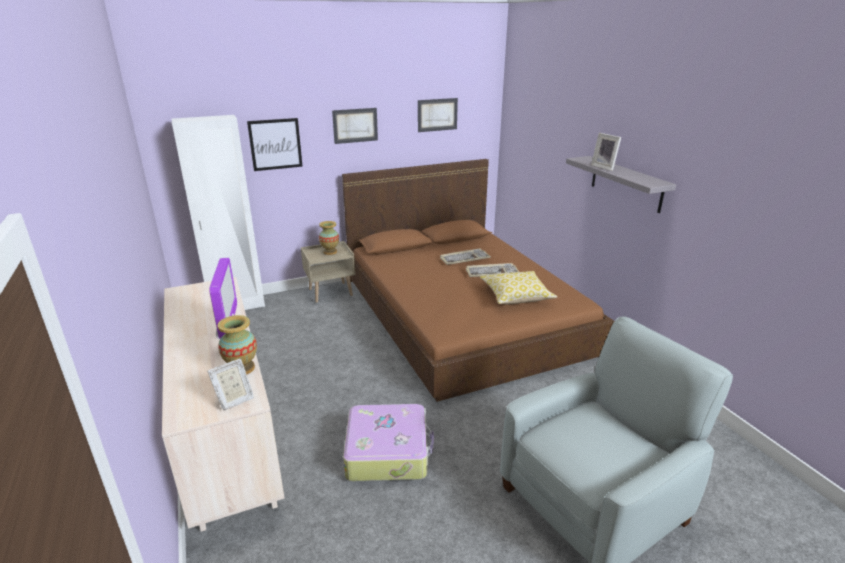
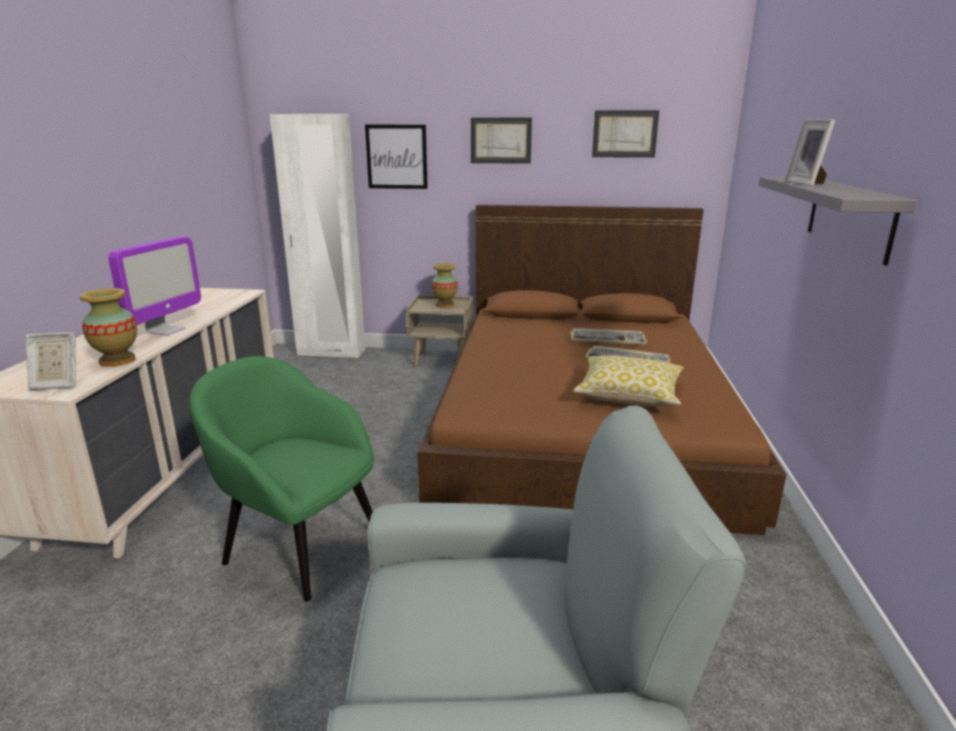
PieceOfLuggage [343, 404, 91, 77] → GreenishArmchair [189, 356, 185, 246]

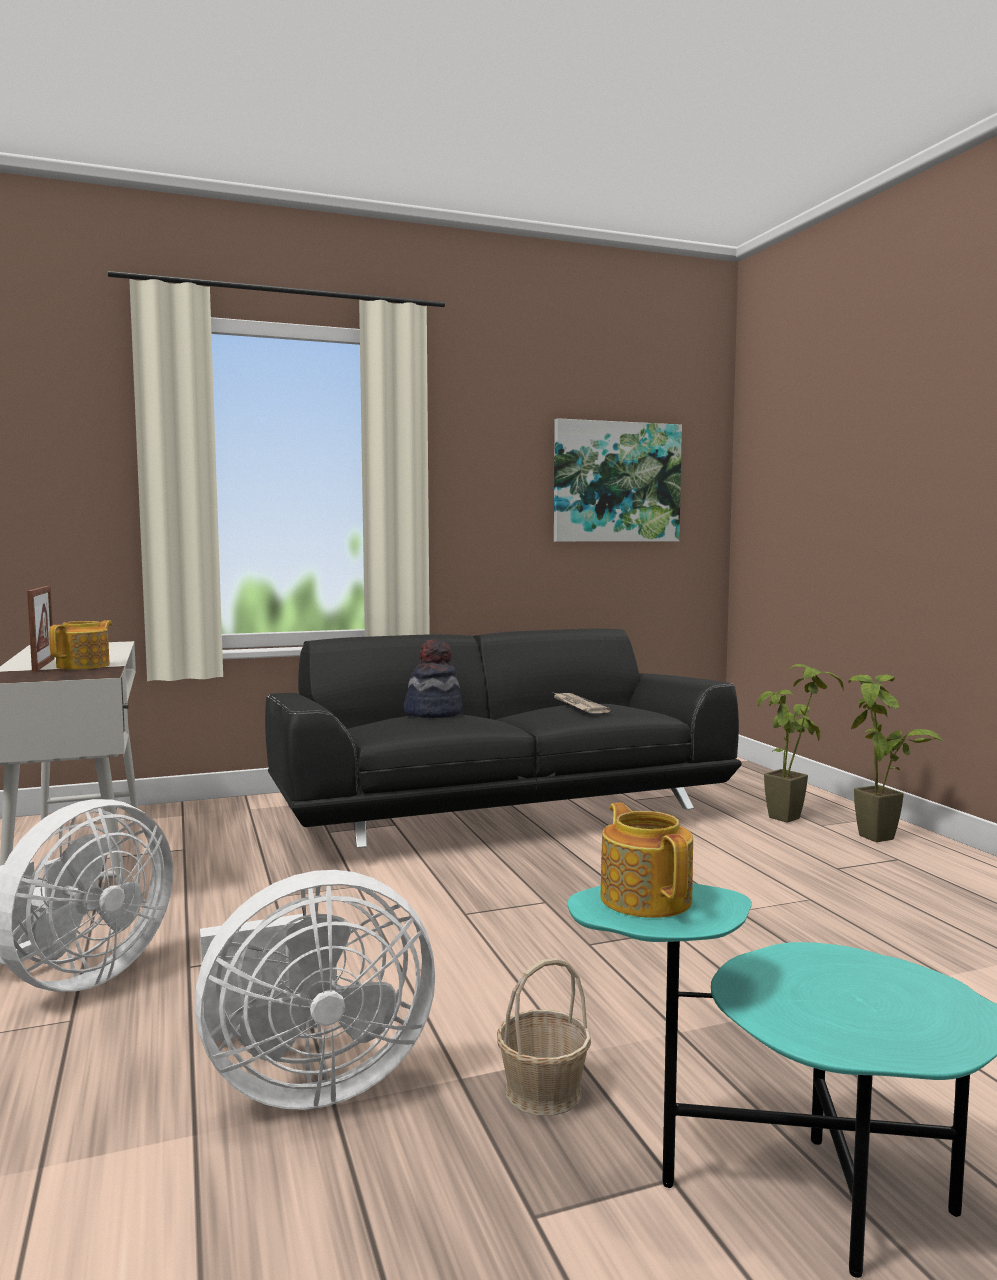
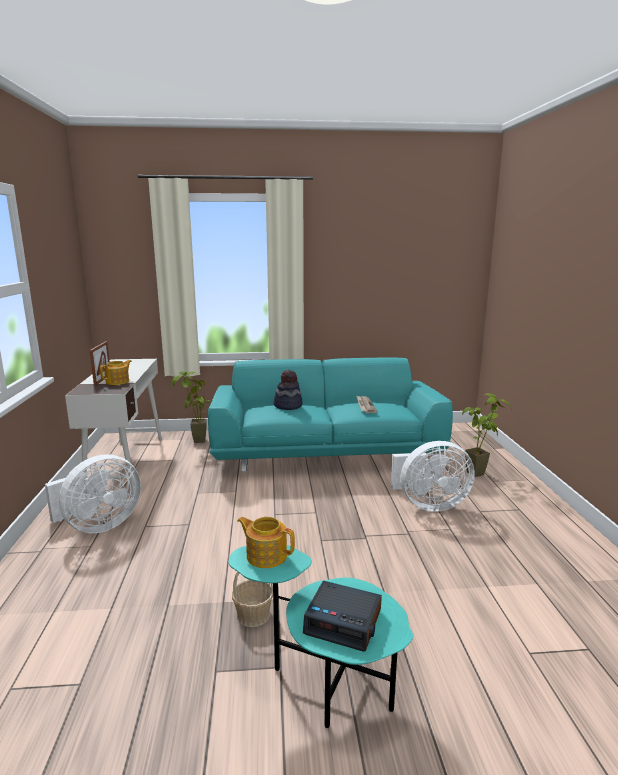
WallArt [554, 418, 128, 124] → -
- → AlarmClock [303, 581, 79, 71]
WhitishCoolingFan [195, 870, 240, 240] → WhitishCoolingFan [391, 441, 84, 71], relocated
Houseplant [848, 675, 95, 167] → Houseplant [172, 371, 39, 72], relocated
BlackishSofa [265, 629, 477, 219] → BlueGreenSofa [208, 357, 245, 115]
PotForTea [600, 803, 93, 115] → PotForTea [237, 517, 58, 51], 60 degrees counterclockwise

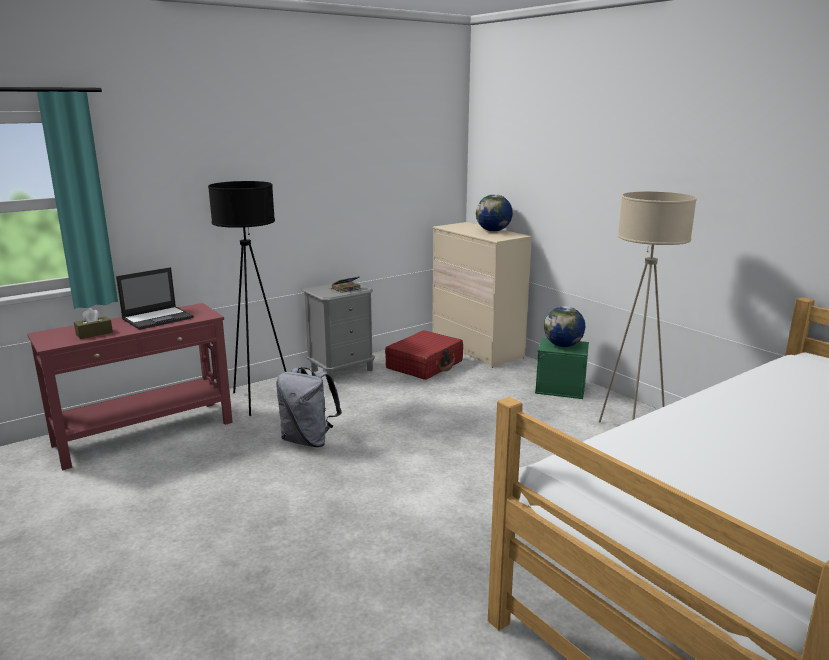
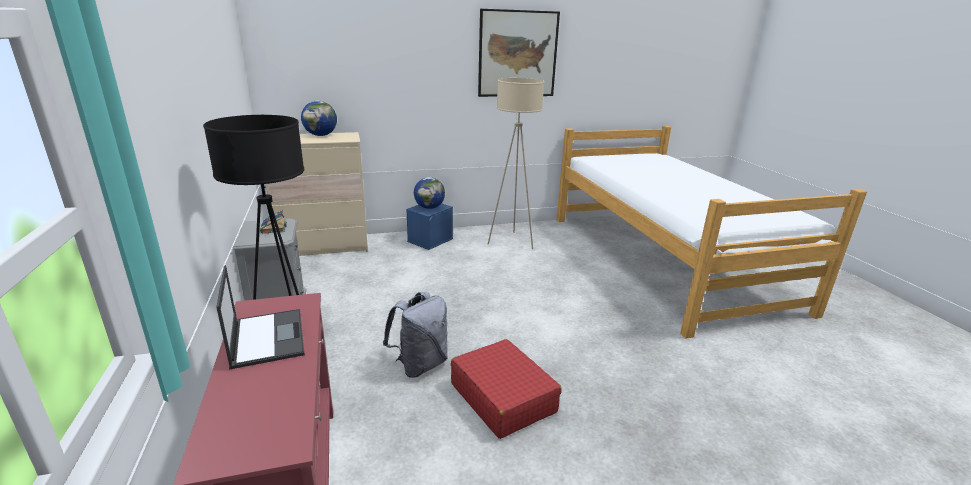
BrownTissueBox [74, 308, 39, 31] → -
- → WallArt [478, 9, 82, 88]
ReddishPieceOfLuggage [385, 330, 78, 50] → ReddishPieceOfLuggage [451, 339, 110, 100], relocated
GreenishStorageBox [535, 338, 54, 61] → BlueColouredStorageBox [406, 203, 47, 47]

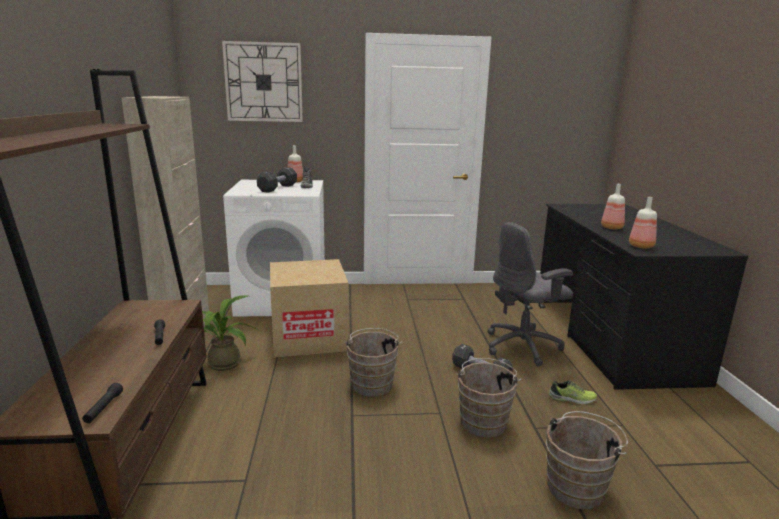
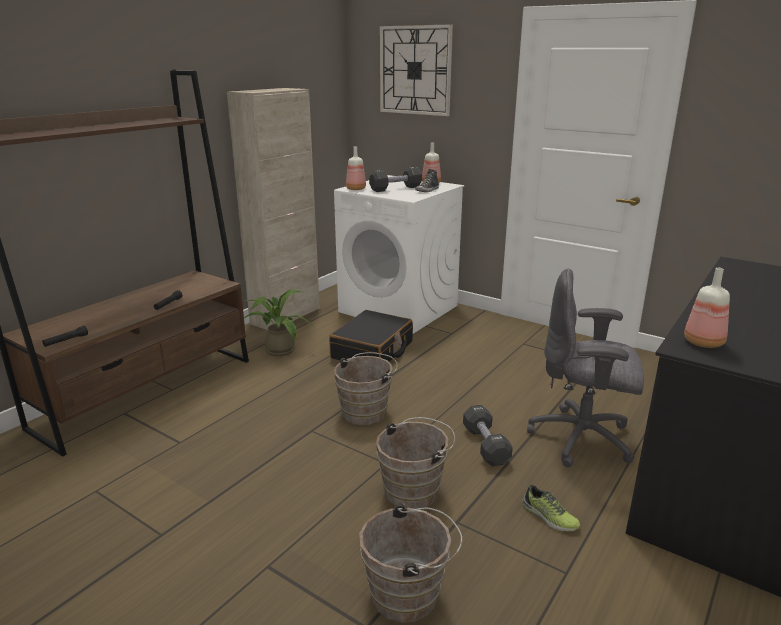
BeverageBottle [601, 184, 24, 45] → BeverageBottle [346, 147, 20, 43], relocated
PackingBox [270, 259, 79, 98] → BlackishPieceOfLuggage [329, 310, 84, 52]

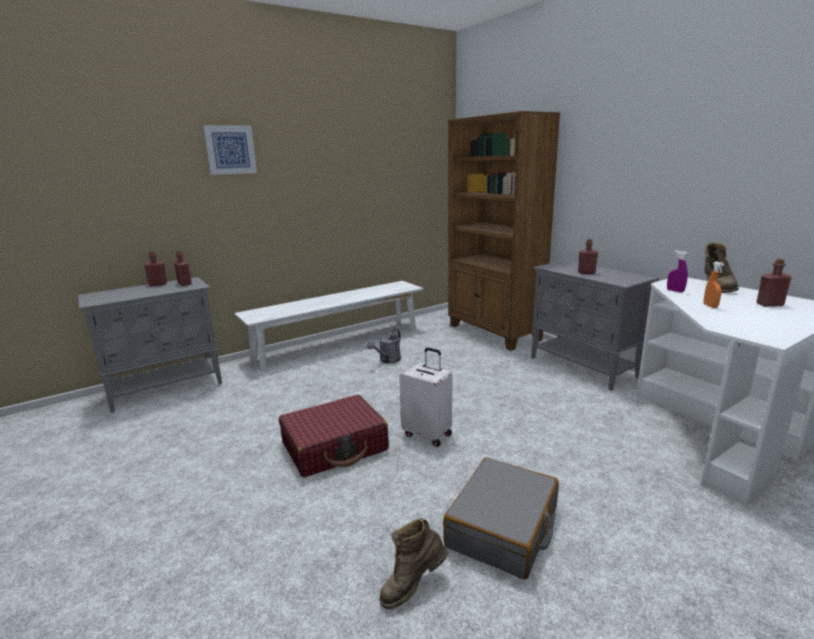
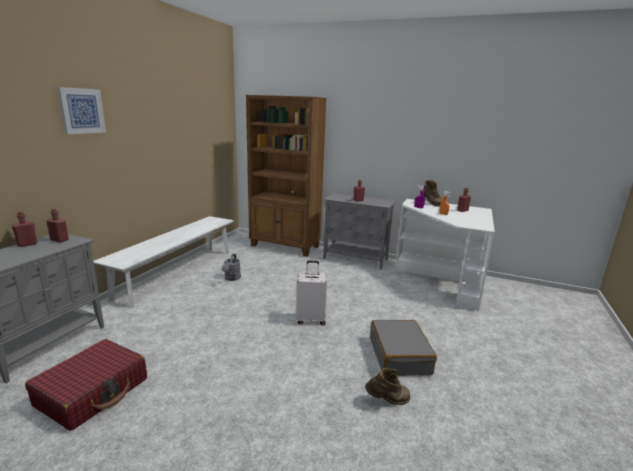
ReddishPieceOfLuggage [279, 395, 110, 82] → ReddishPieceOfLuggage [25, 339, 122, 92], relocated
BrownBoot [379, 518, 69, 91] → BrownBoot [365, 368, 45, 37], 120 degrees counterclockwise

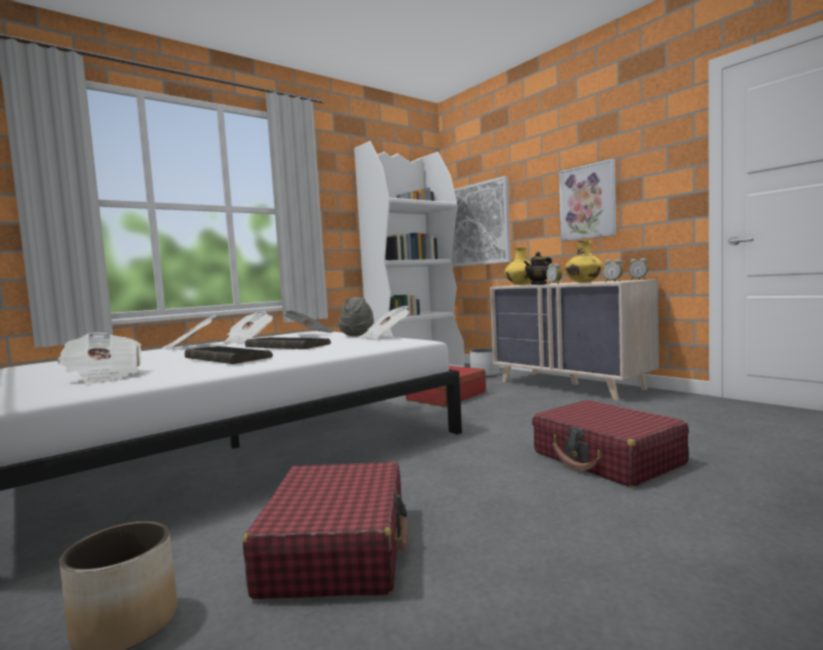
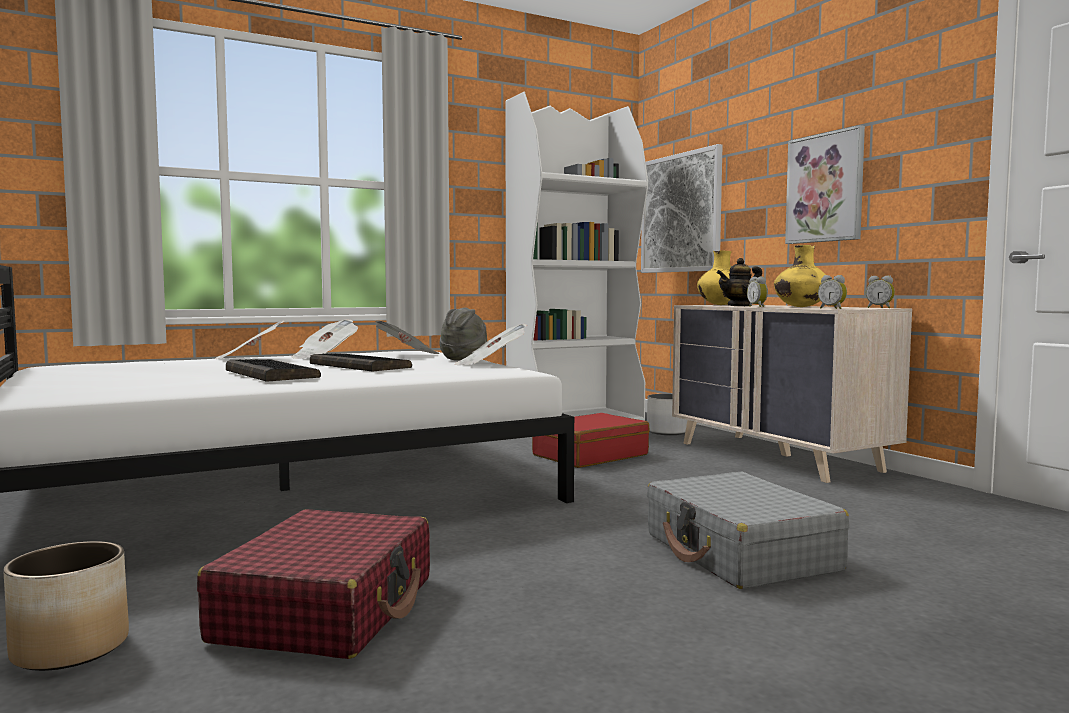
DailyPaper [57, 332, 85, 52] → -
ReddishPieceOfLuggage [532, 400, 157, 87] → GreyishPieceOfLuggage [647, 472, 203, 117]

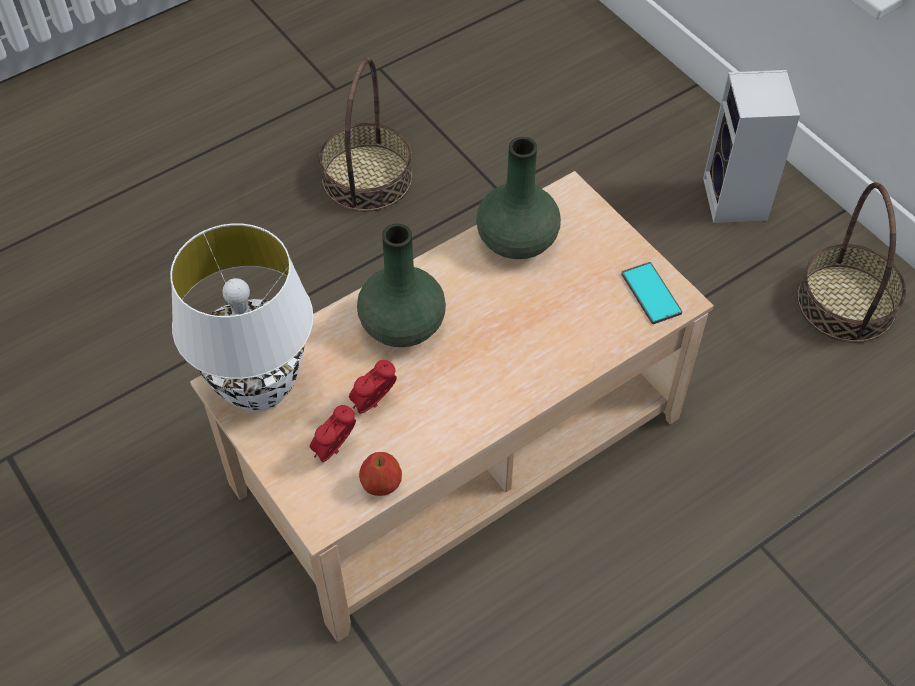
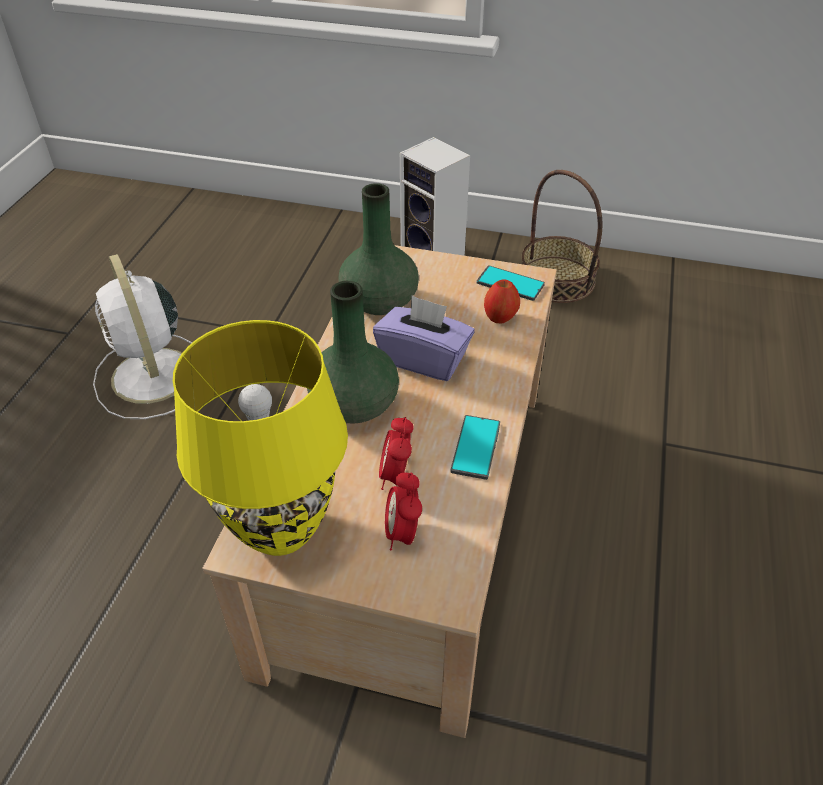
- → PurpleColouredTissueBox [373, 295, 102, 86]
- → Phone [451, 415, 49, 65]
AppleFruit [359, 452, 43, 44] → AppleFruit [484, 279, 36, 44], relocated
Basket [319, 58, 94, 154] → WhitishCoolingFan [93, 254, 99, 165]
WhitishLampForATable [170, 223, 143, 189] → YellowishLampForATable [173, 320, 175, 236]

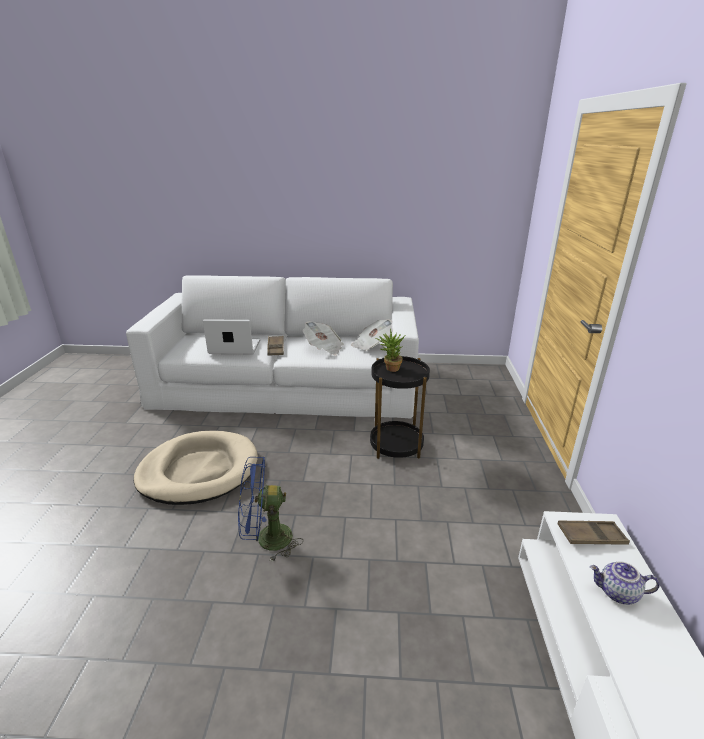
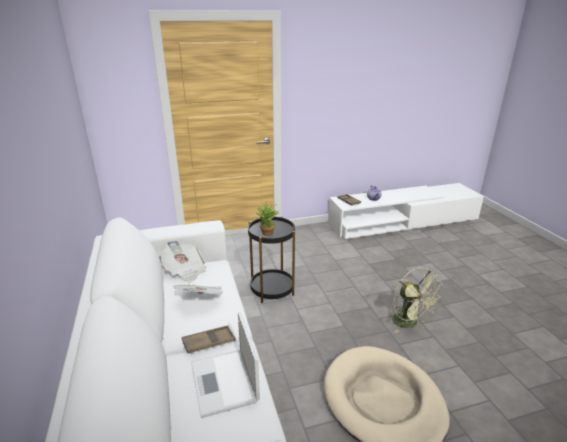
BlueColouredCoolingFan [238, 457, 65, 105] → GreenishCoolingFan [392, 267, 51, 66]

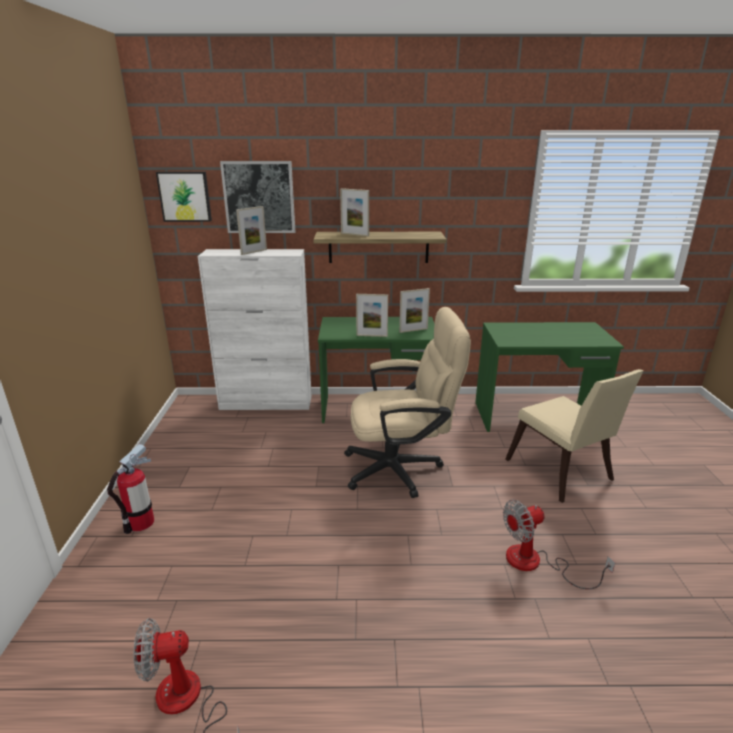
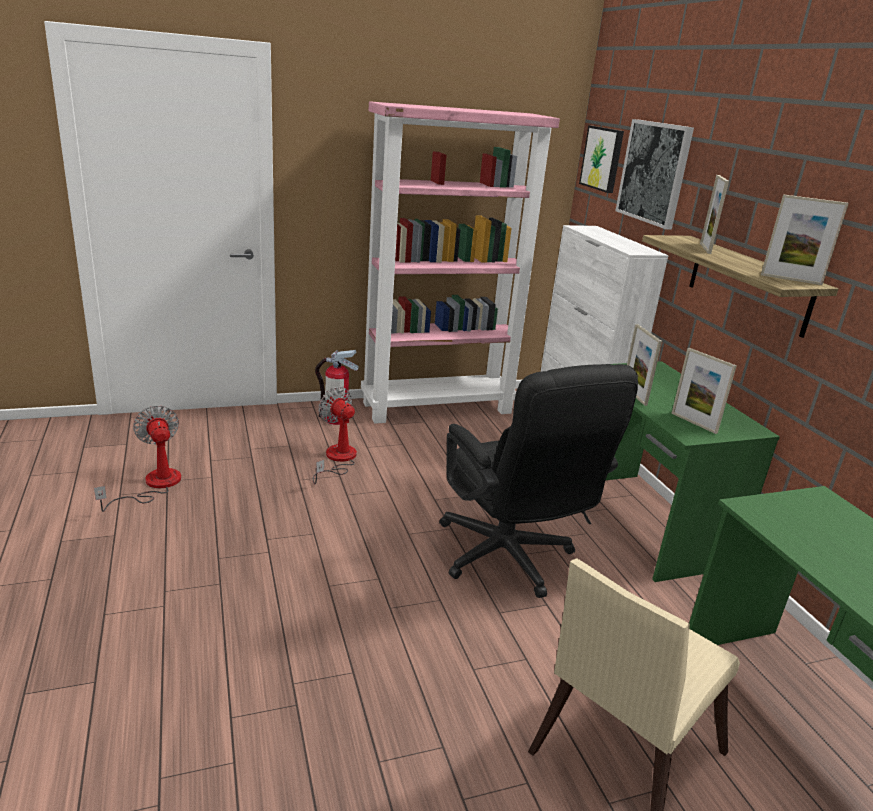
- → PinkShelvingUnit [361, 101, 199, 323]
PictureFrame [236, 206, 31, 49] → PictureFrame [761, 194, 88, 91], relocated
CoolingFan [503, 500, 112, 89] → CoolingFan [313, 387, 44, 97], relocated
BeigeColouredDeskChair [344, 307, 127, 191] → BlackishDeskChair [439, 364, 199, 234]

